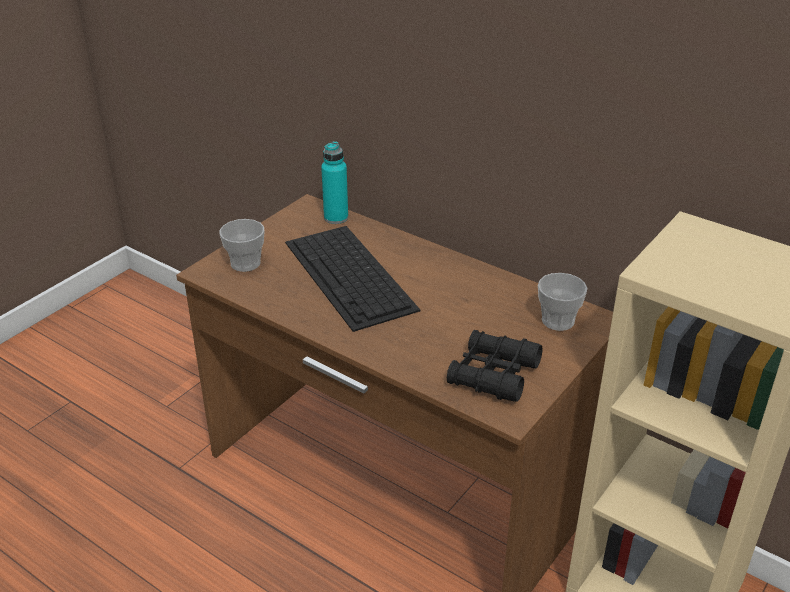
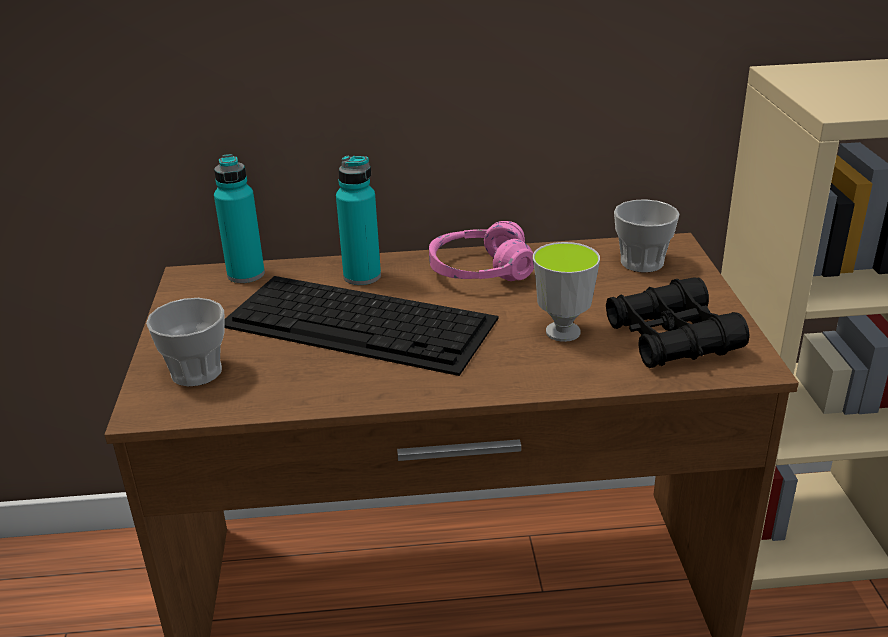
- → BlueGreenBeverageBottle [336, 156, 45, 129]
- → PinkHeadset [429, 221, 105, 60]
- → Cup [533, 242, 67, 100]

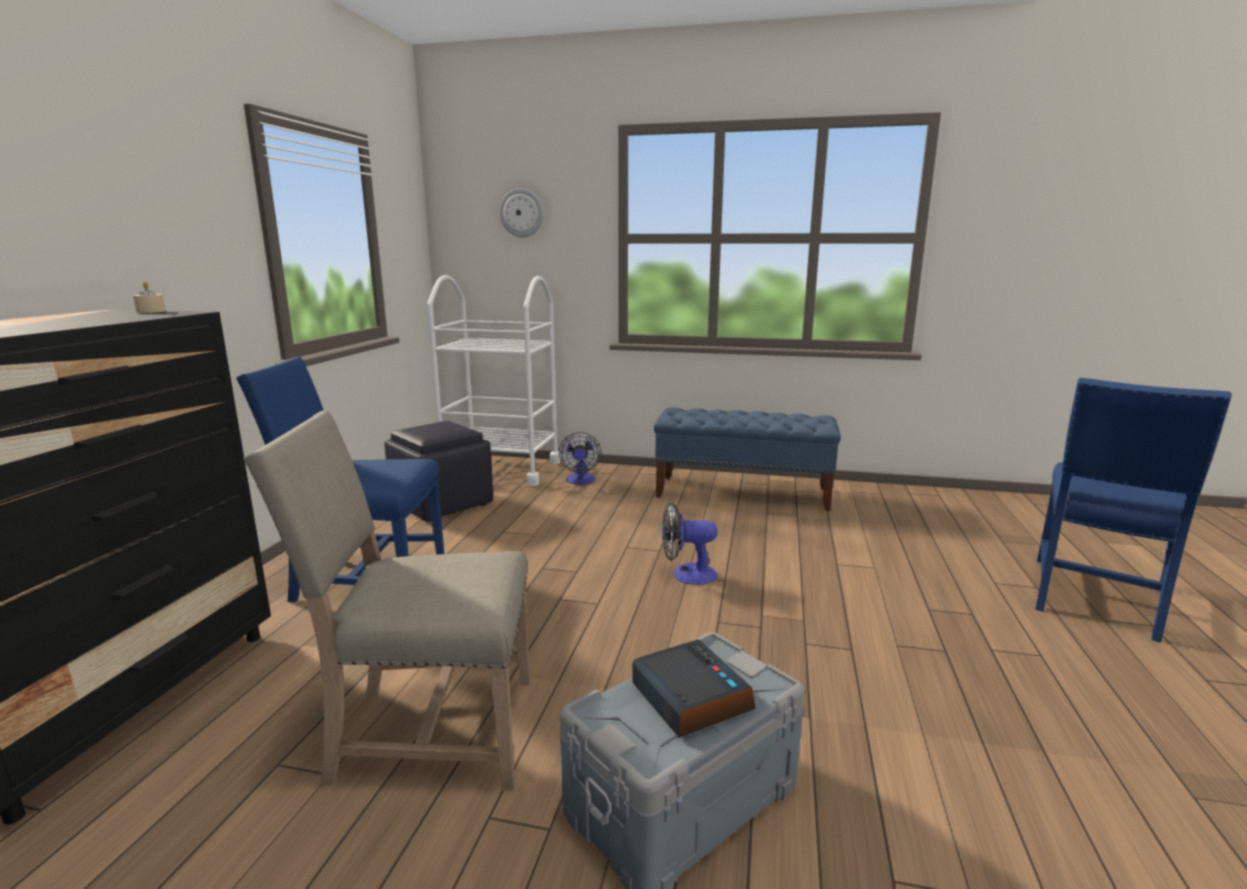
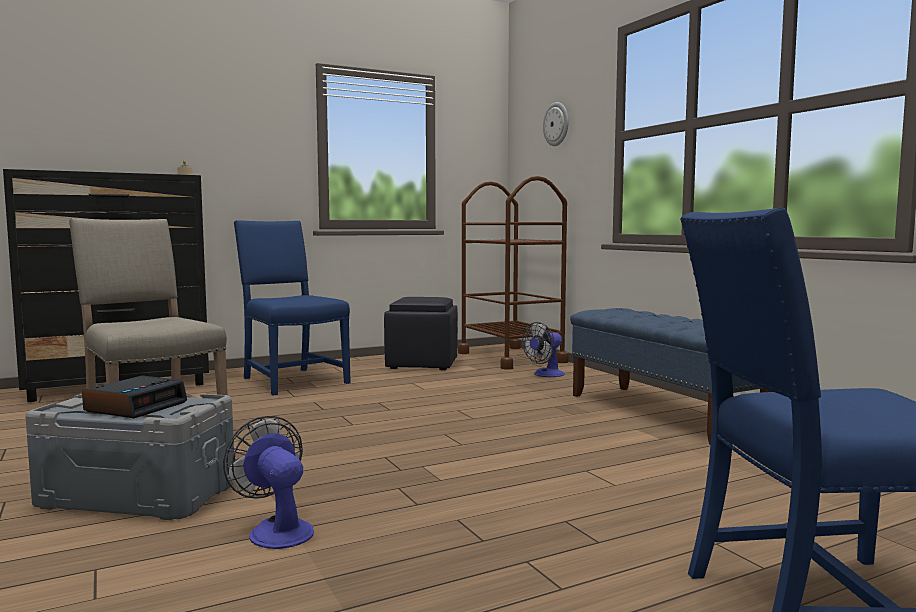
CoolingFan [662, 502, 55, 83] → CoolingFan [223, 416, 91, 133], relocated
WhitishTrolley [427, 275, 134, 211] → BrownTrolley [458, 176, 111, 194]

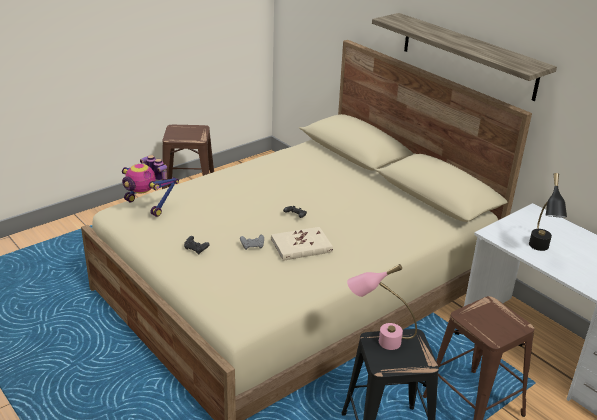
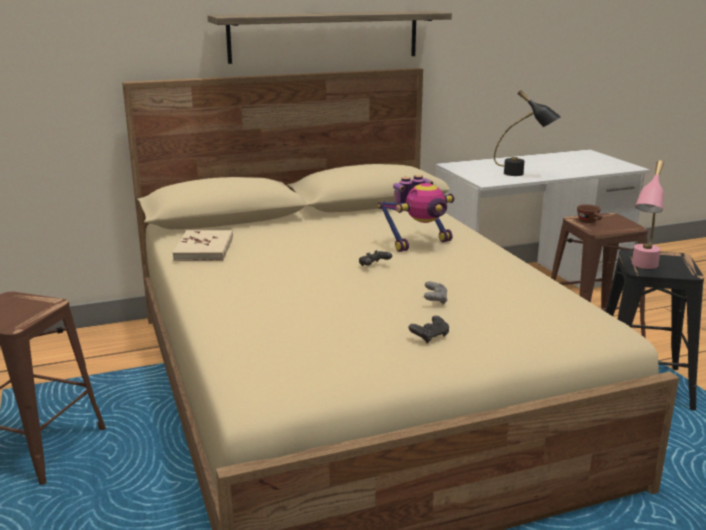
- → BrownCup [577, 204, 25, 19]
ToyRobot [122, 155, 57, 62] → ToyRobot [378, 175, 77, 77], relocated
BeigeColouredBoundBook [271, 227, 62, 34] → BeigeColouredBoundBook [173, 230, 60, 31], relocated

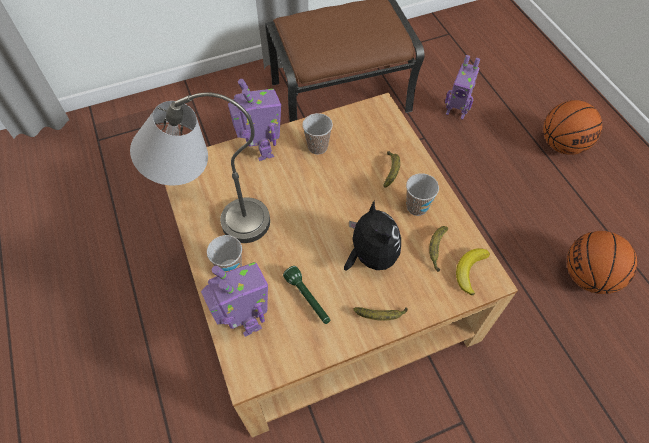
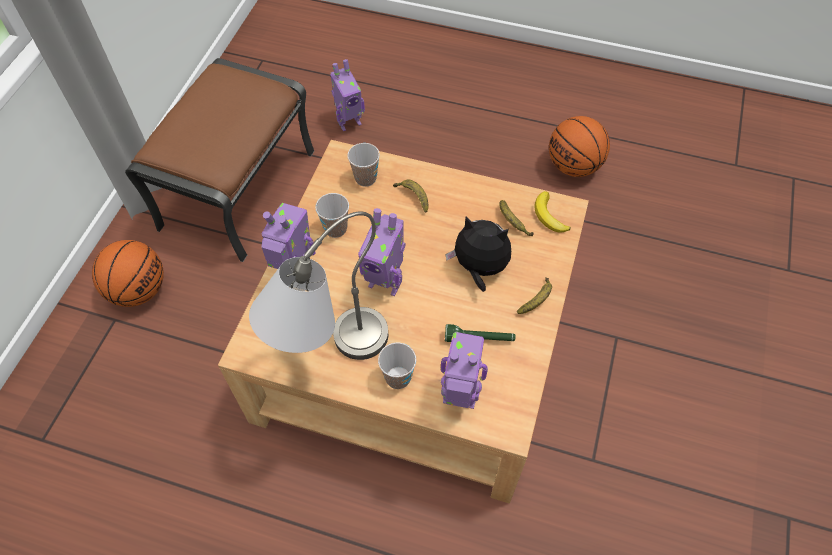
- → ToyRobot [358, 208, 48, 88]
Cup [406, 173, 33, 43] → Cup [347, 143, 33, 44], relocated
BasketballBall [543, 100, 59, 55] → BasketballBall [92, 240, 72, 67], relocated

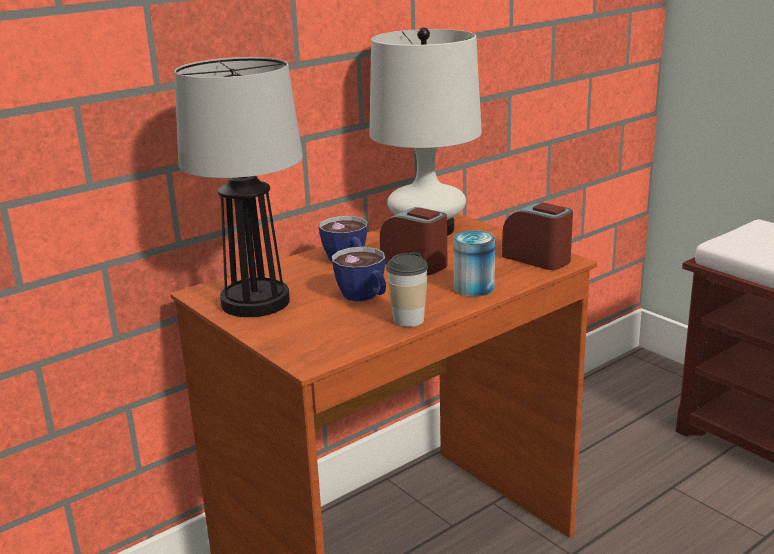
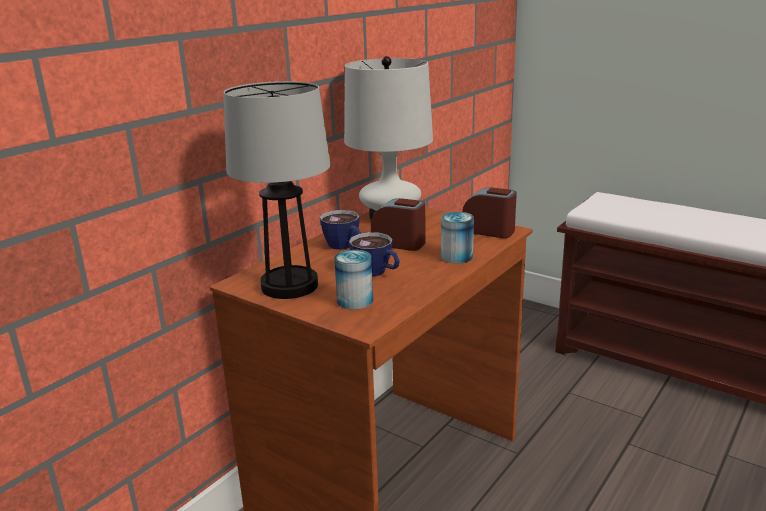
Cup [386, 252, 42, 75] → -
- → MetalCan [334, 250, 39, 60]

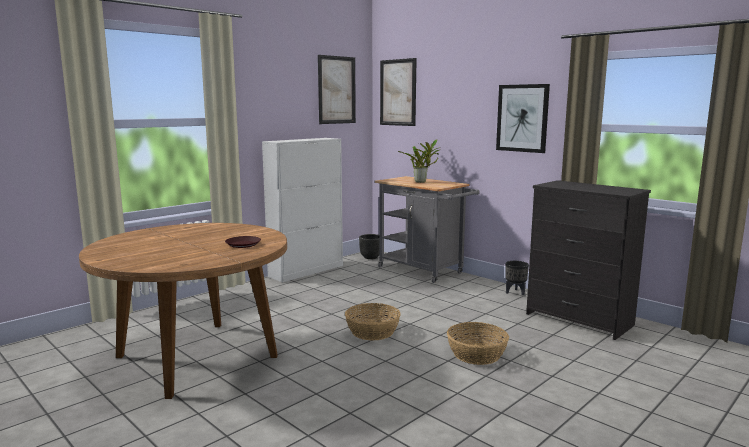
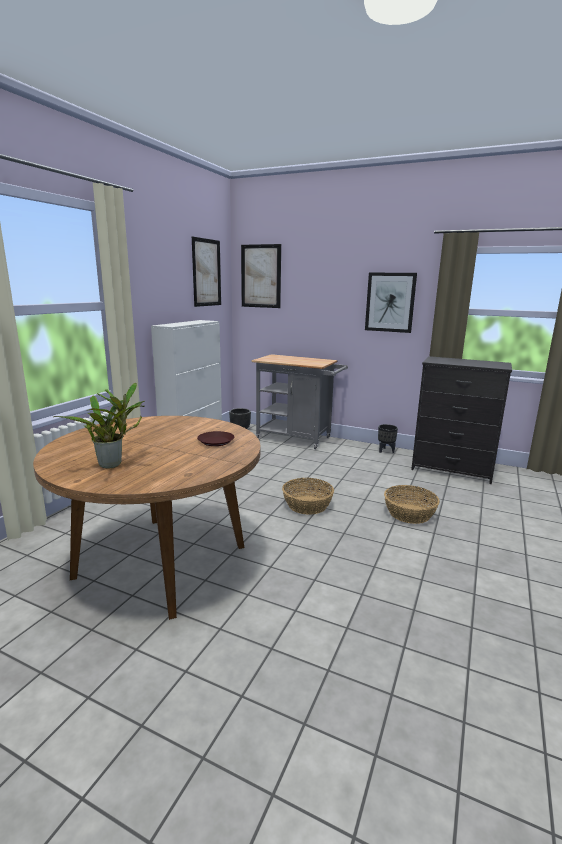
Houseplant [398, 139, 43, 44] → Houseplant [53, 383, 91, 86], relocated

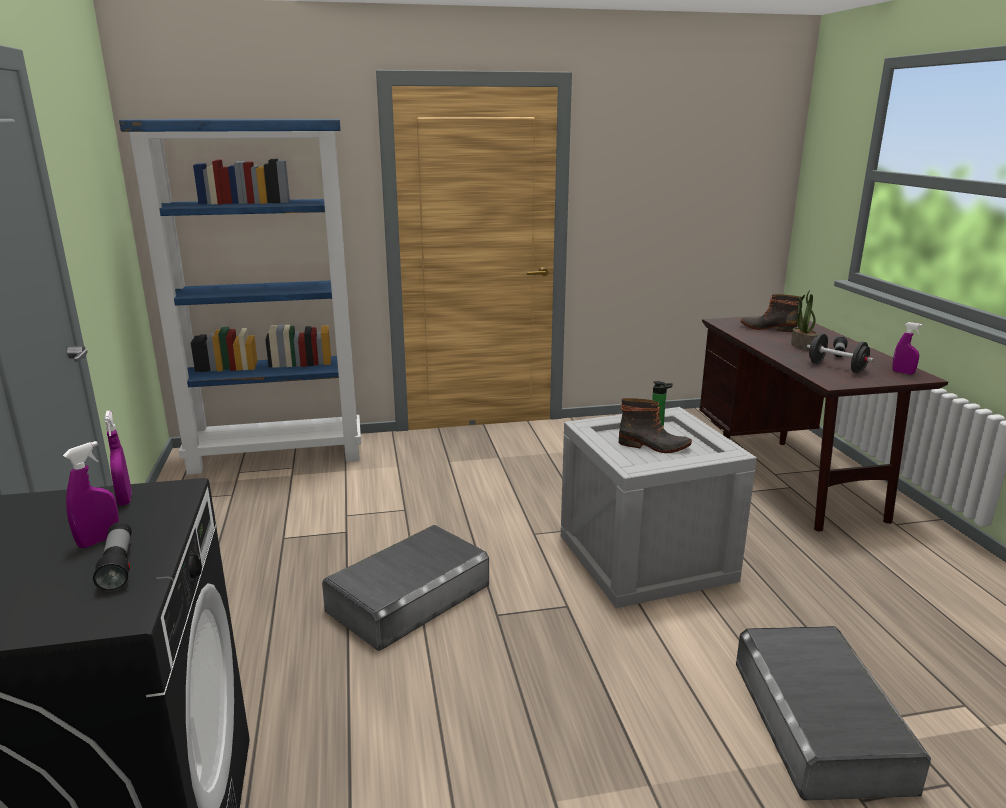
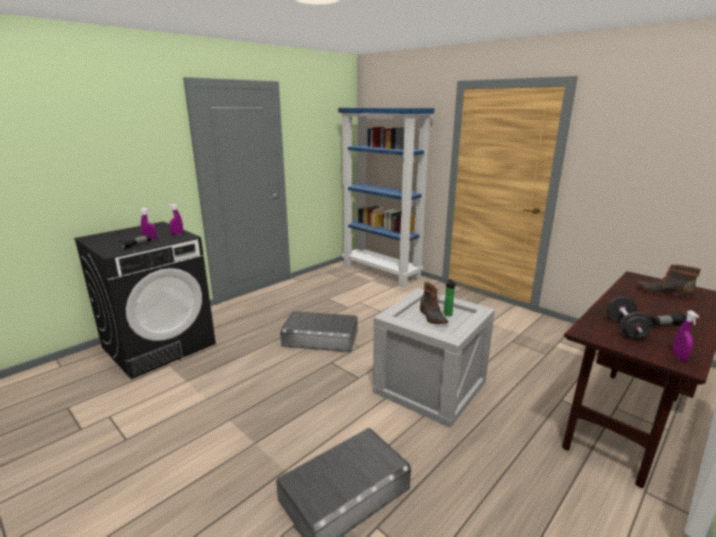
Houseplant [791, 290, 27, 60] → -
Boot [741, 294, 60, 38] → Boot [637, 264, 64, 35], 45 degrees counterclockwise

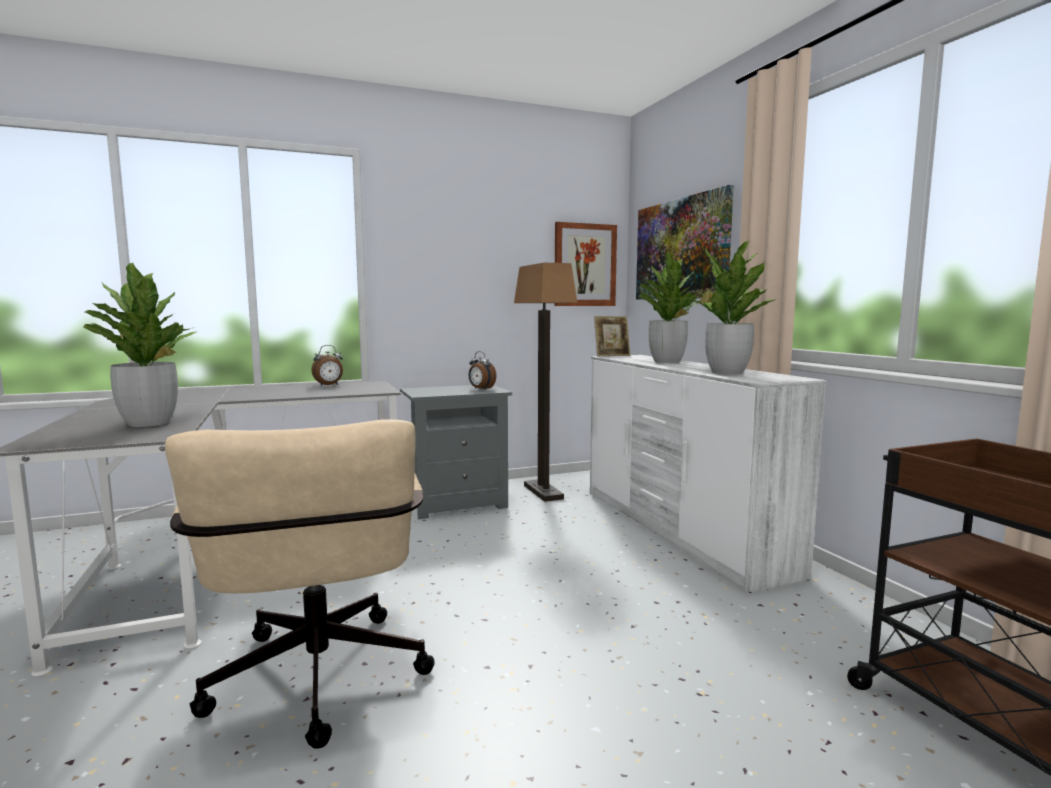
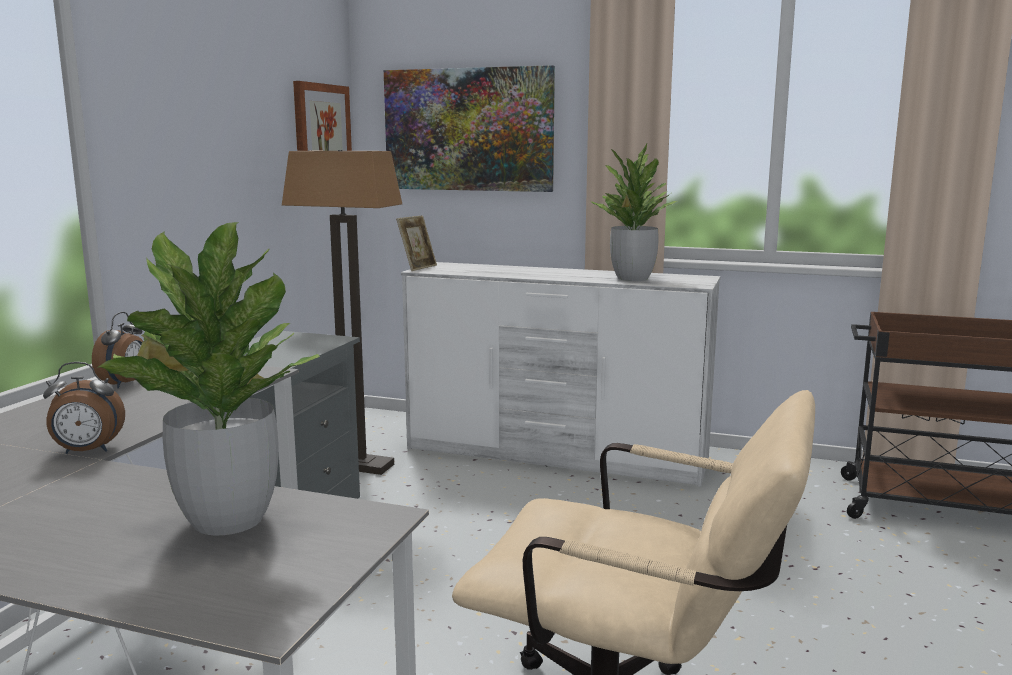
Houseplant [639, 251, 61, 112] → -
AlarmClock [469, 351, 27, 39] → AlarmClock [43, 362, 82, 92], relocated

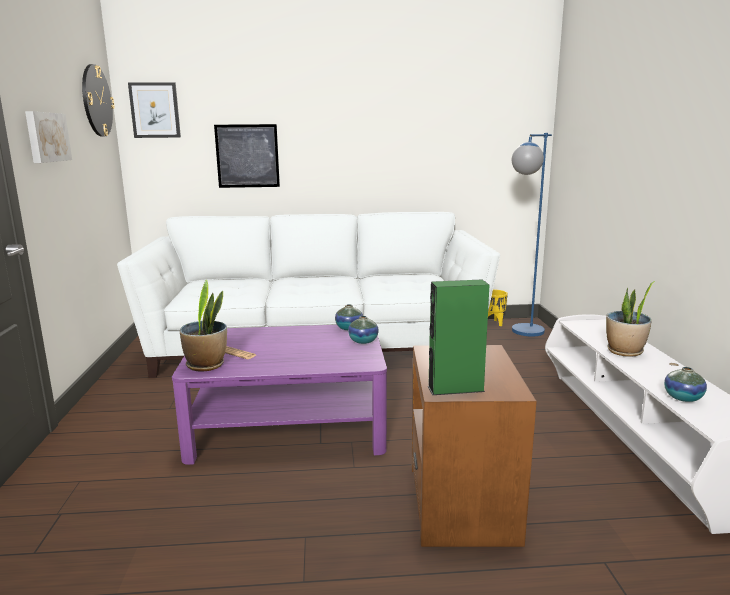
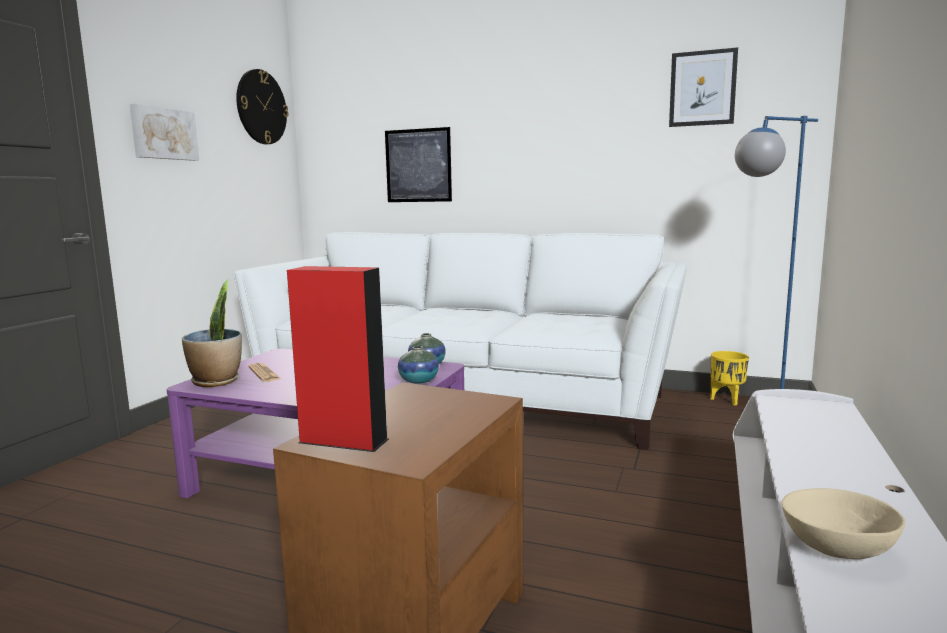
Houseplant [606, 281, 49, 76] → -
WallArt [128, 82, 53, 56] → WallArt [669, 47, 69, 80], relocated
FlowerVase [664, 367, 43, 35] → BeigeColouredBowl [782, 488, 124, 71]
GreenishSpeaker [428, 279, 61, 116] → ReddishSpeaker [287, 266, 102, 186]

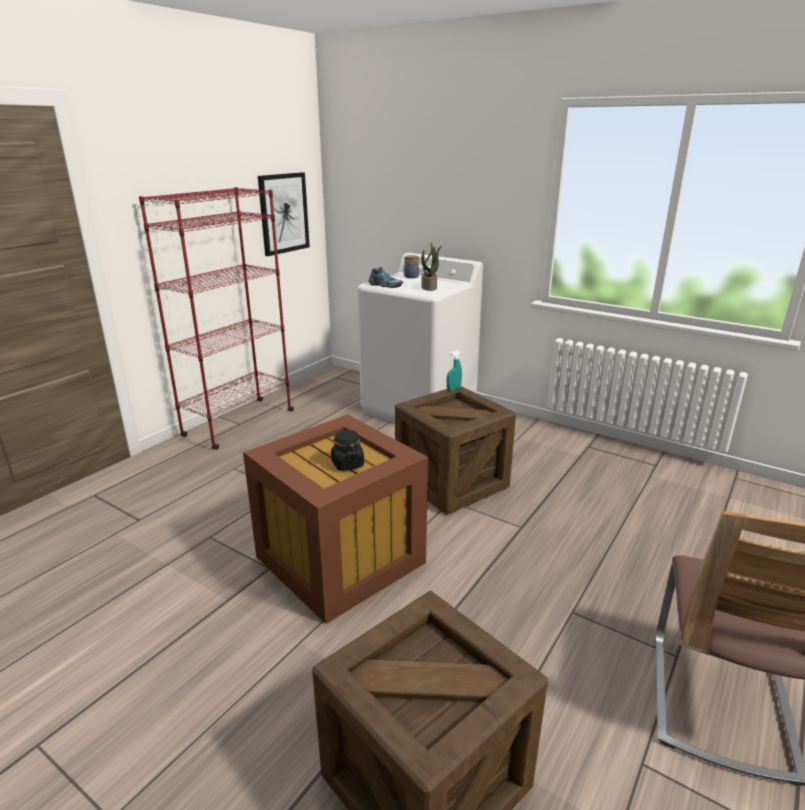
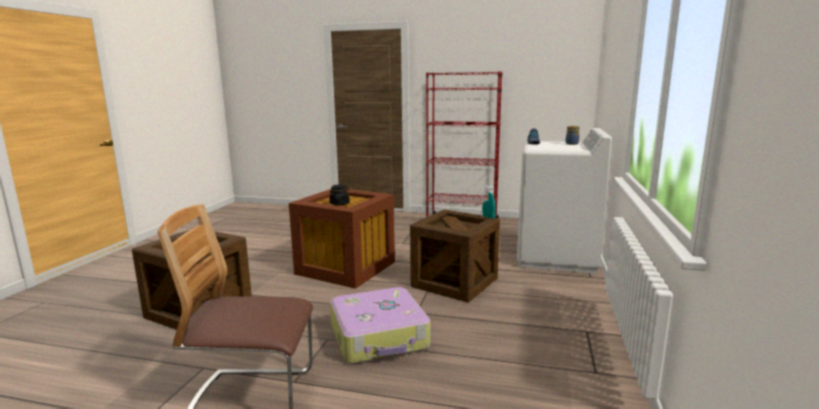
WallArt [258, 172, 52, 84] → -
Houseplant [421, 243, 21, 48] → -
- → PieceOfLuggage [330, 287, 100, 77]

